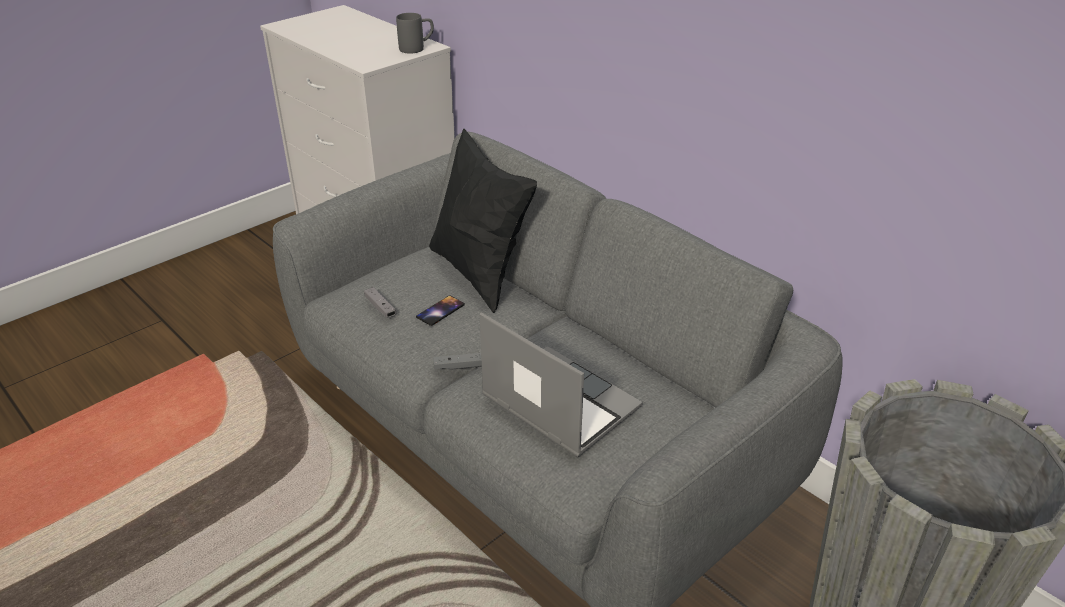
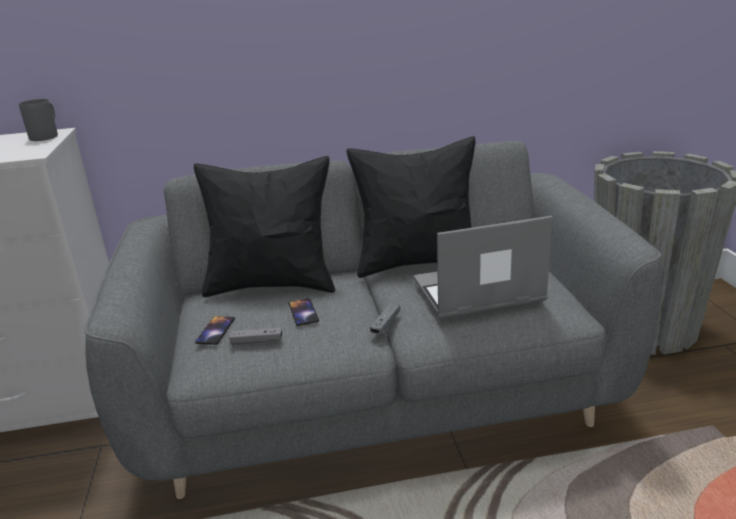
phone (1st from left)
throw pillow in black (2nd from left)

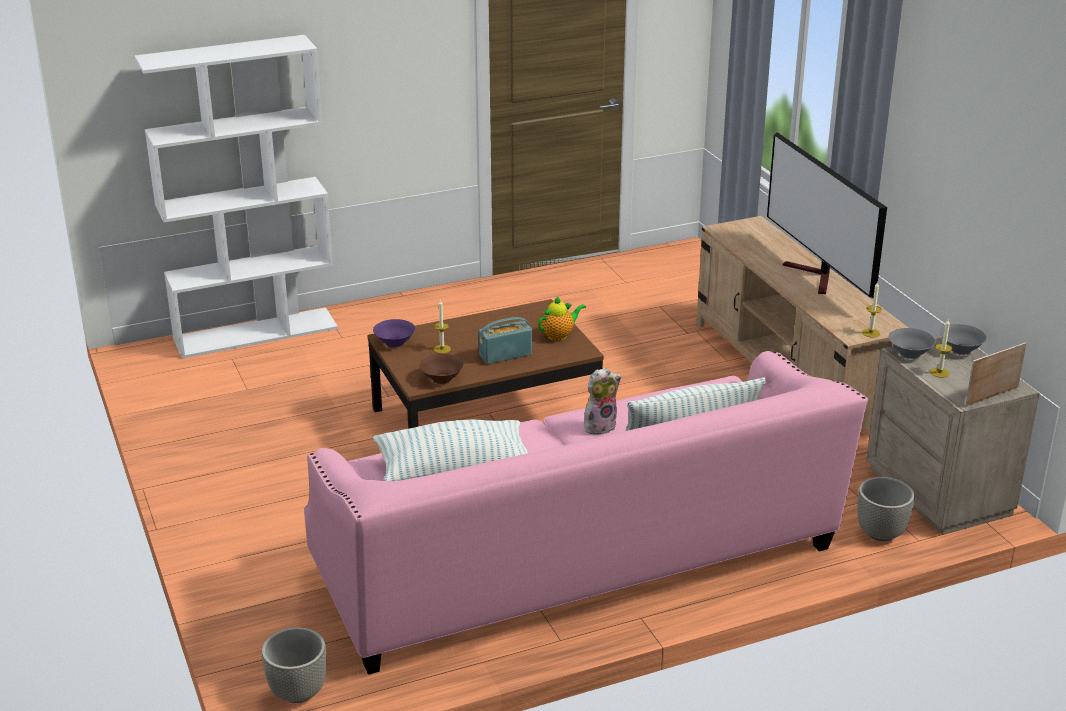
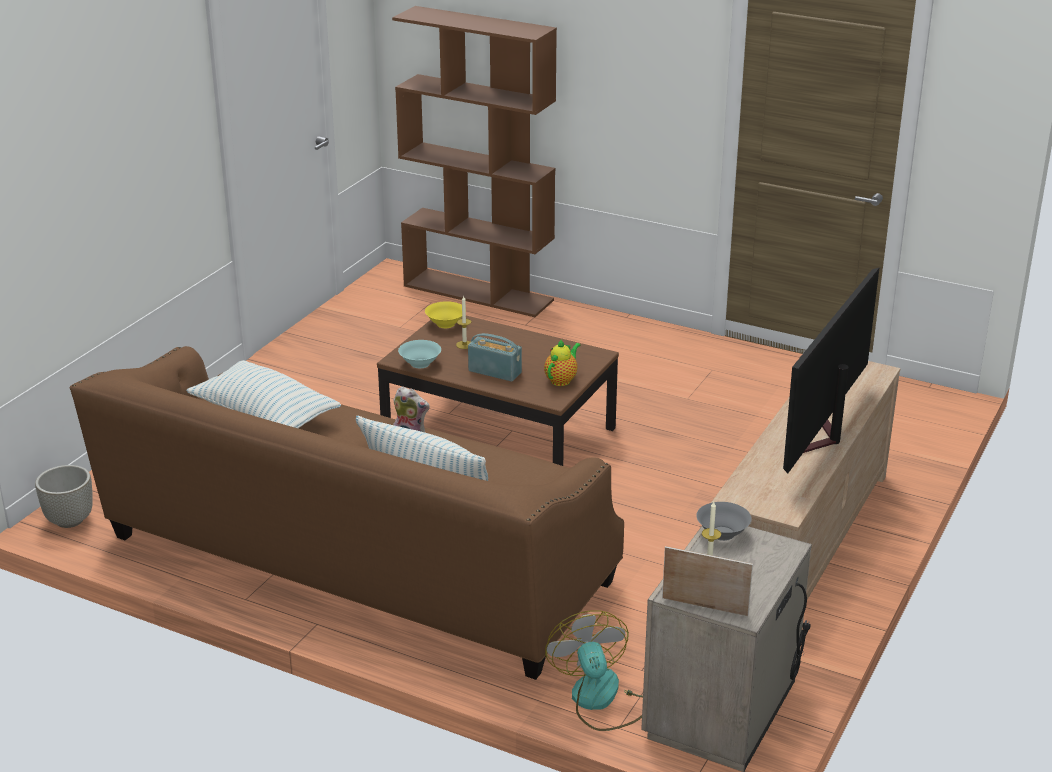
couch in brownish
shelving unit in brownish
serving bowl in blue-green
serving bowl in yellow-coloured
pot for tea
fan
wax candle (2nd from left in the first image)
serving bowl in grey (2nd from left in the first image)

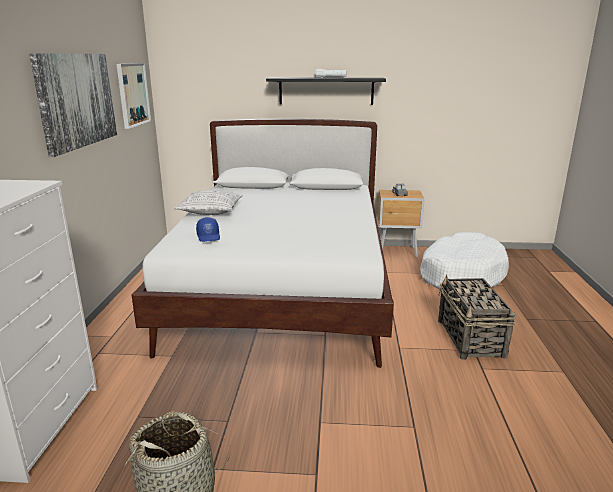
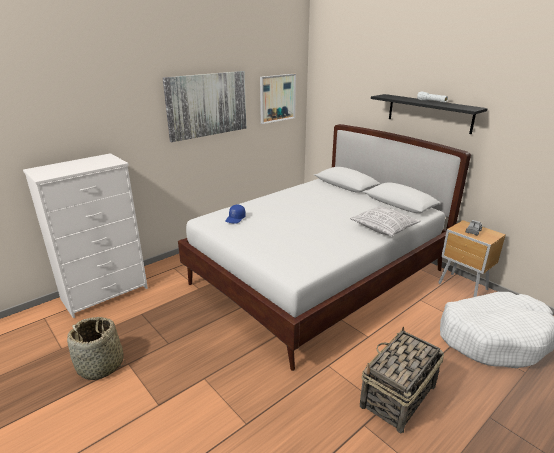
throw pillow

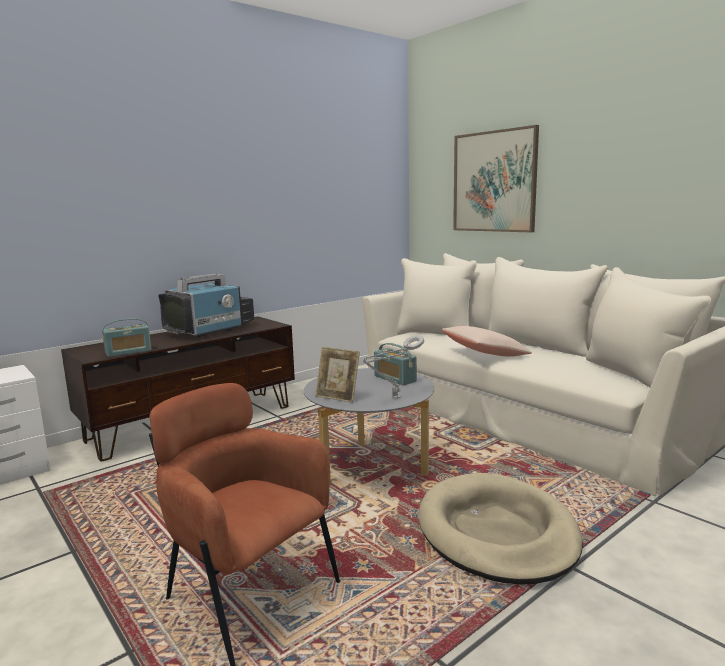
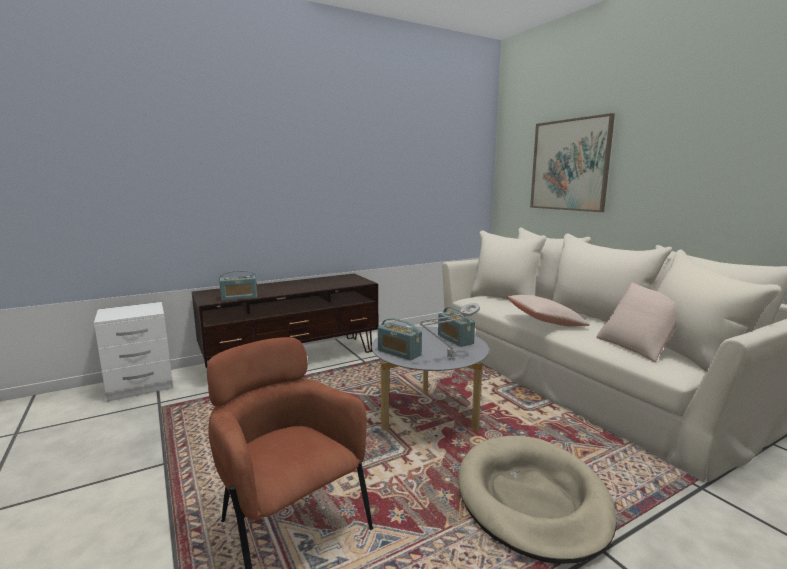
radio (2nd from left)
throw pillow in beige (2nd from left)
TV

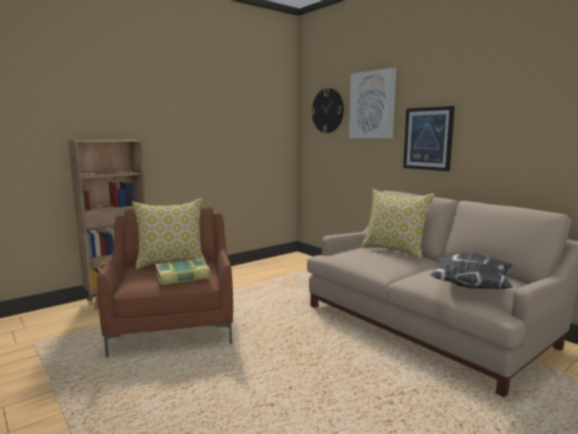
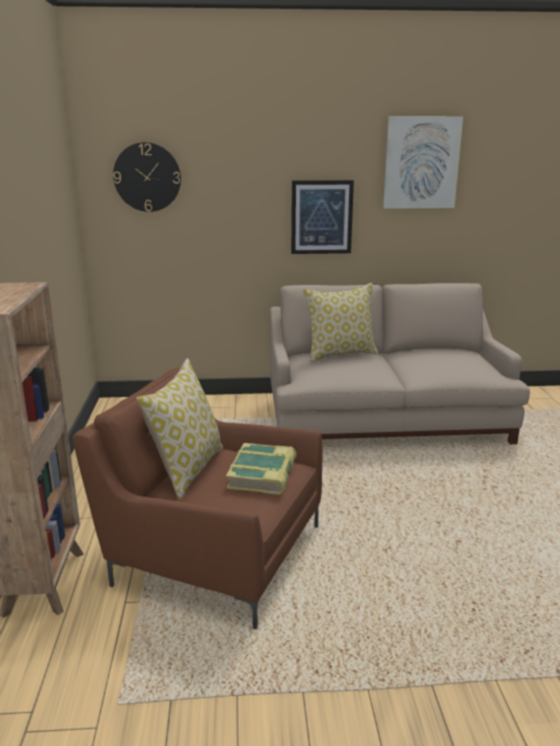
picture (2nd from left)
throw pillow (3rd from left in the first image)

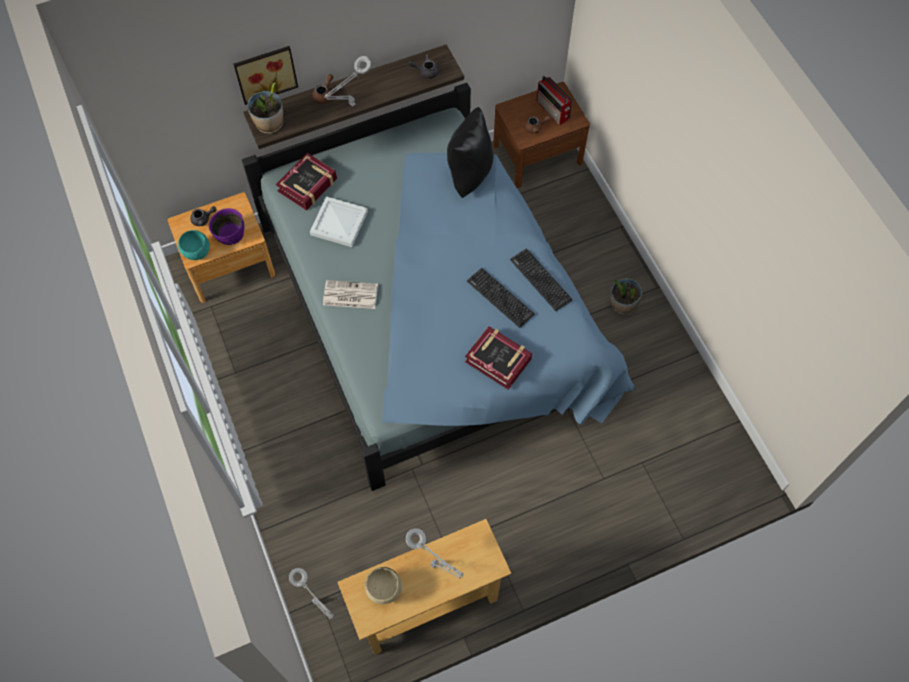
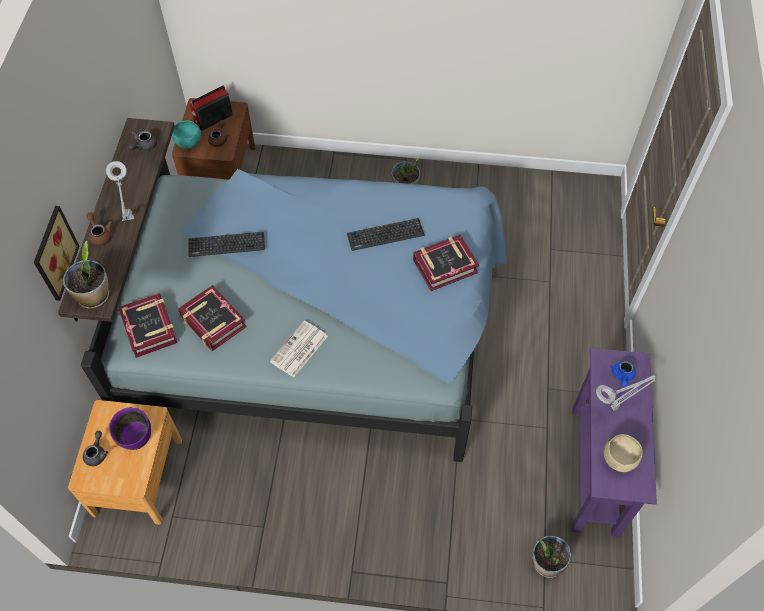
serving bowl in blue-green
bound book (2nd from left)
computer keyboard (1st from left)
radio
houseplant (3rd from left)
hall table in purplish
pot for tea in blue
throw pillow in black

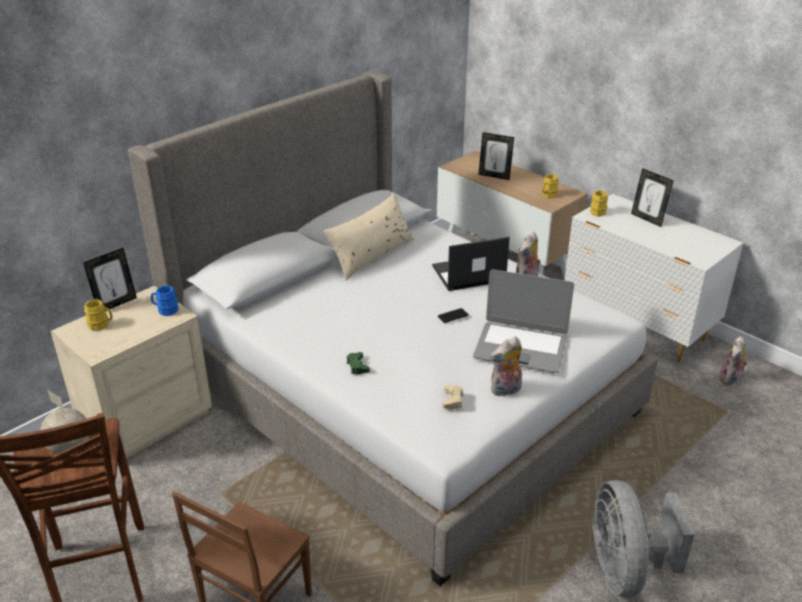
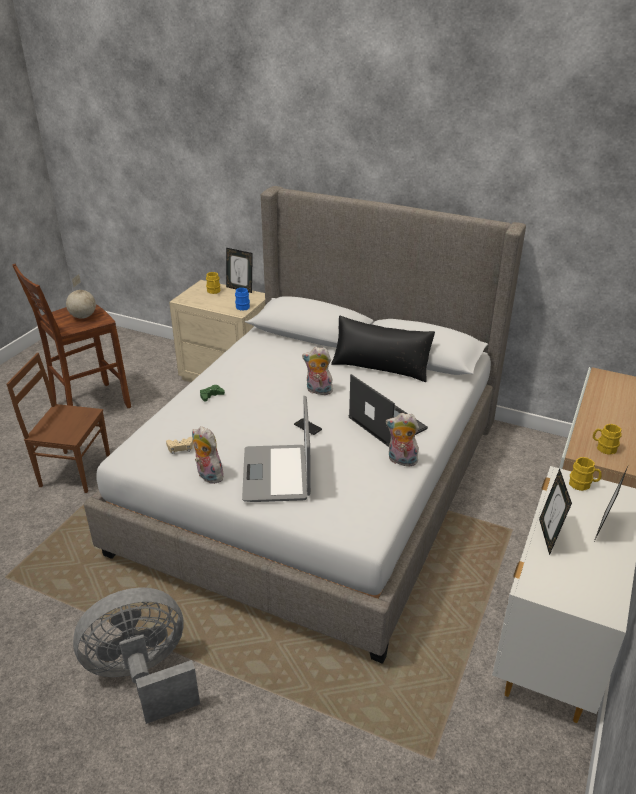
soft toy (2nd from left)
throw pillow in black
picture frame (2nd from left)

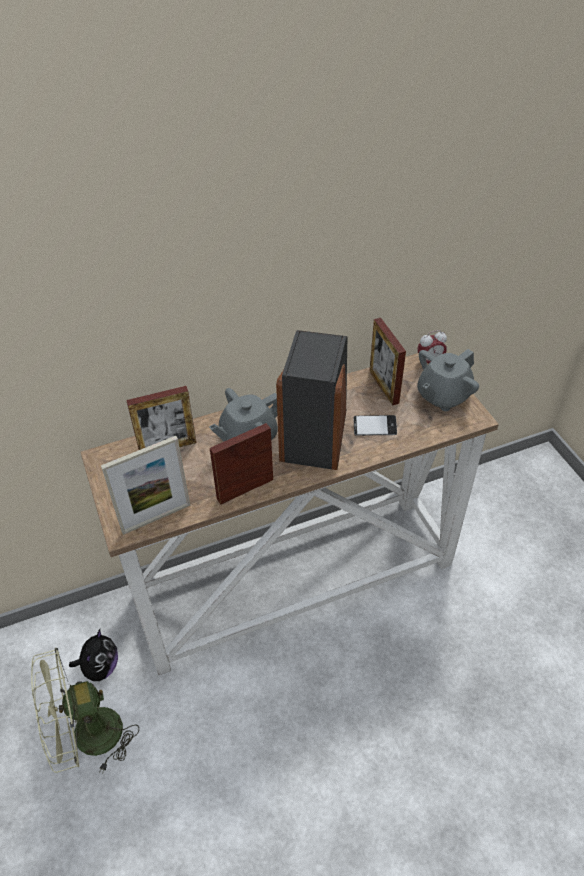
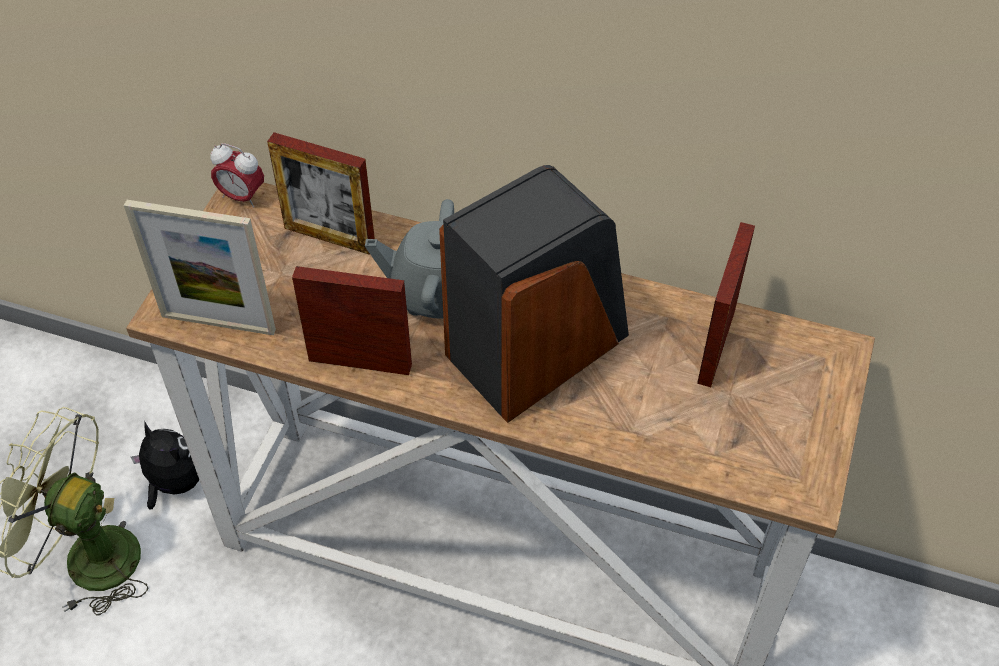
soft toy
alarm clock
phone
pot for tea in grey (2nd from left in the first image)

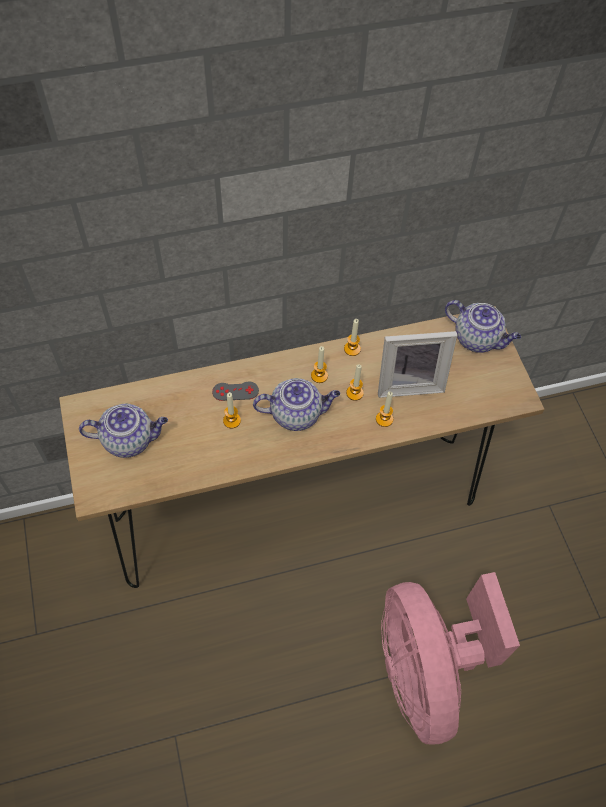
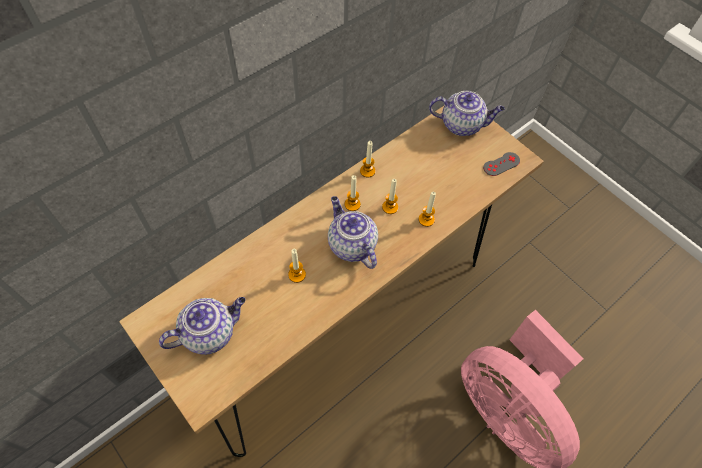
pot for tea (2nd from left)
joypad in grey
picture frame

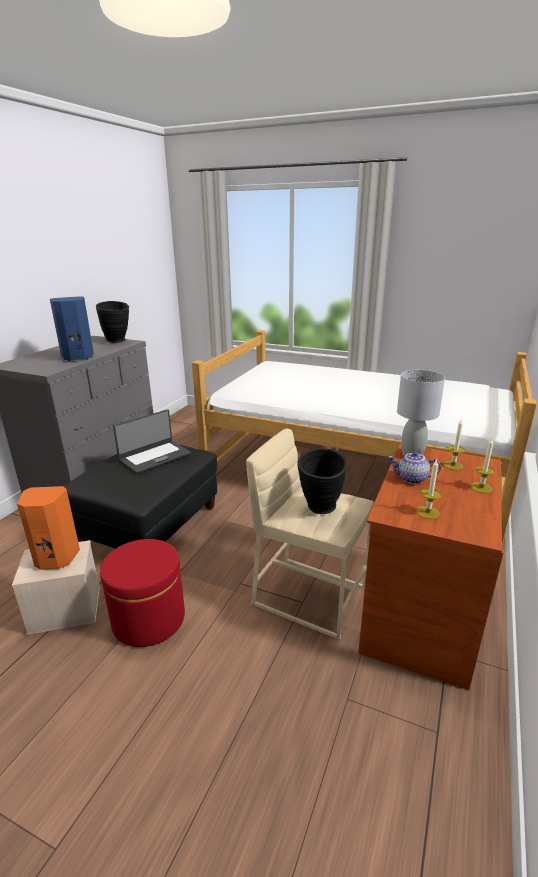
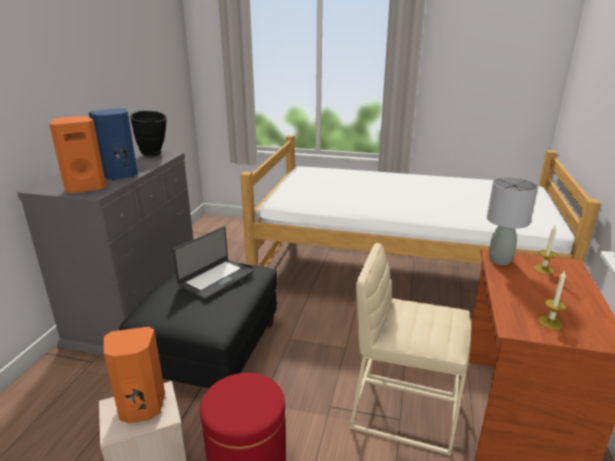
speaker in orange-coloured (1st from left)
vase in black (2nd from left in the first image)
pot for tea
wax candle (3rd from left in the first image)

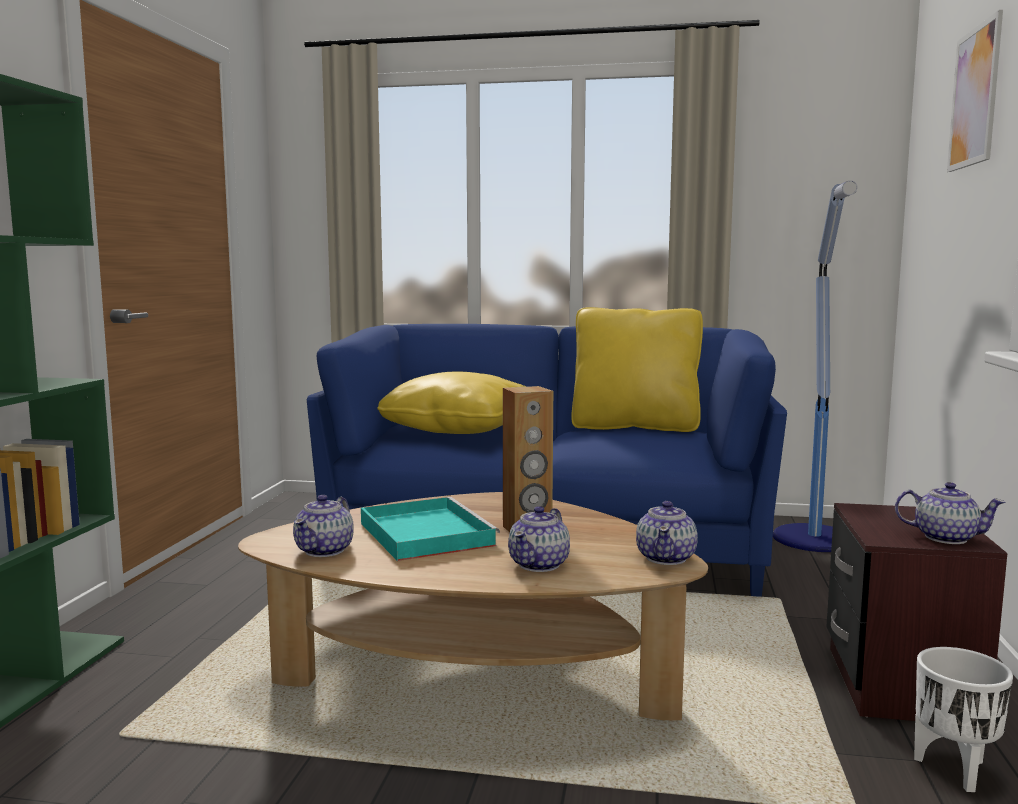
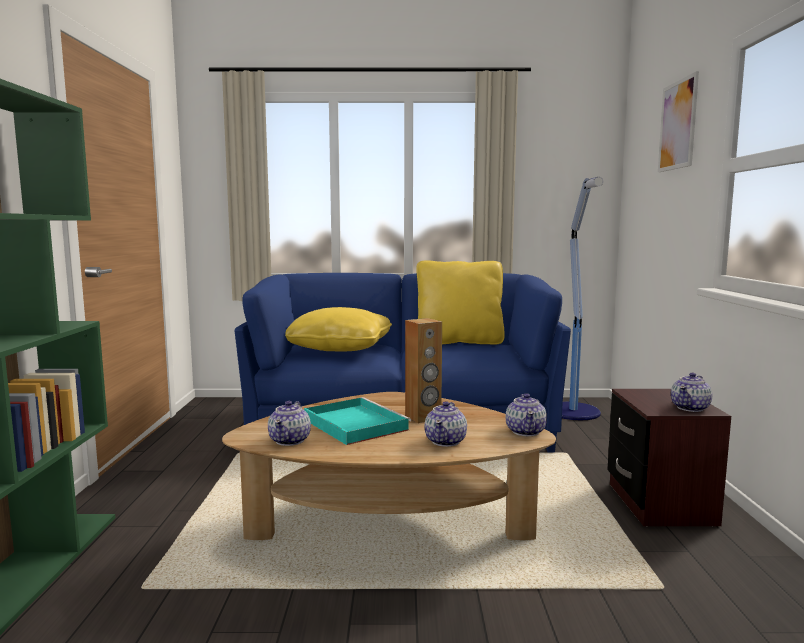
pot for tea (4th from left)
plant pot in white

